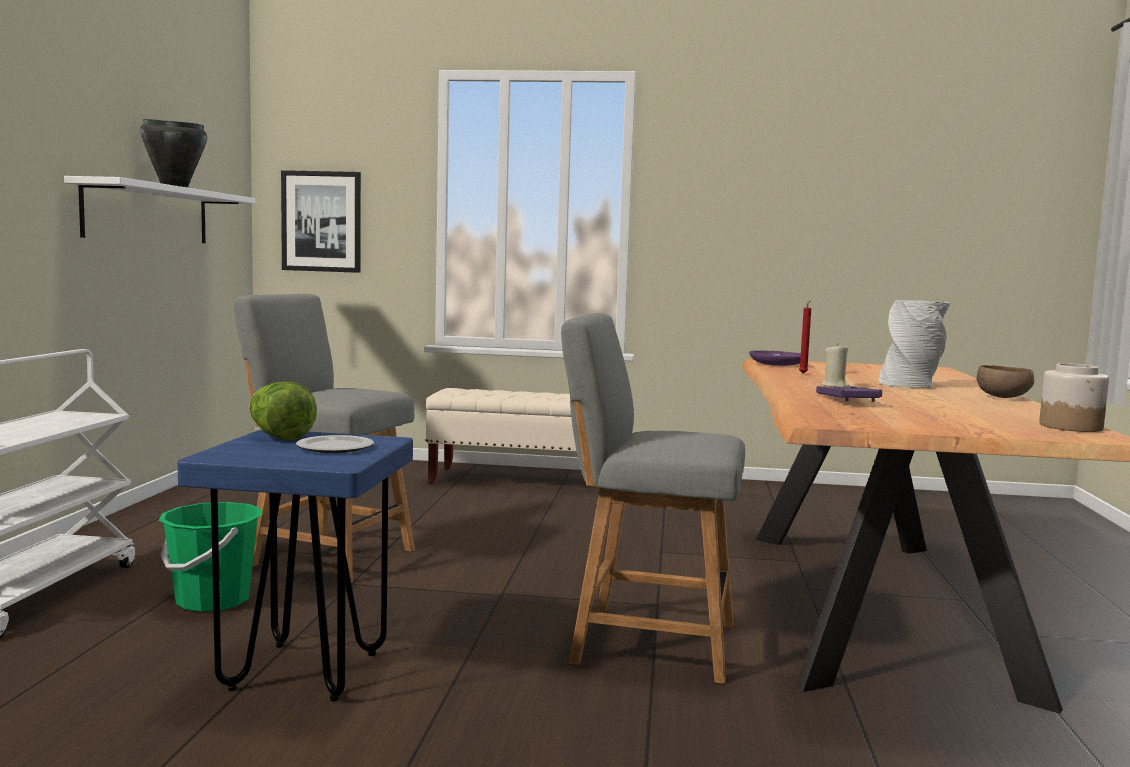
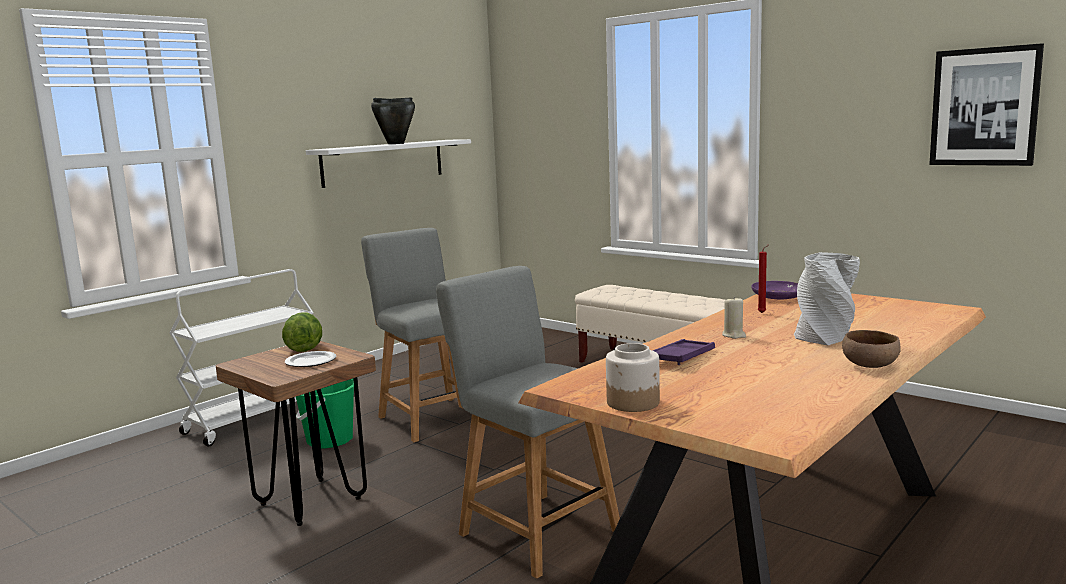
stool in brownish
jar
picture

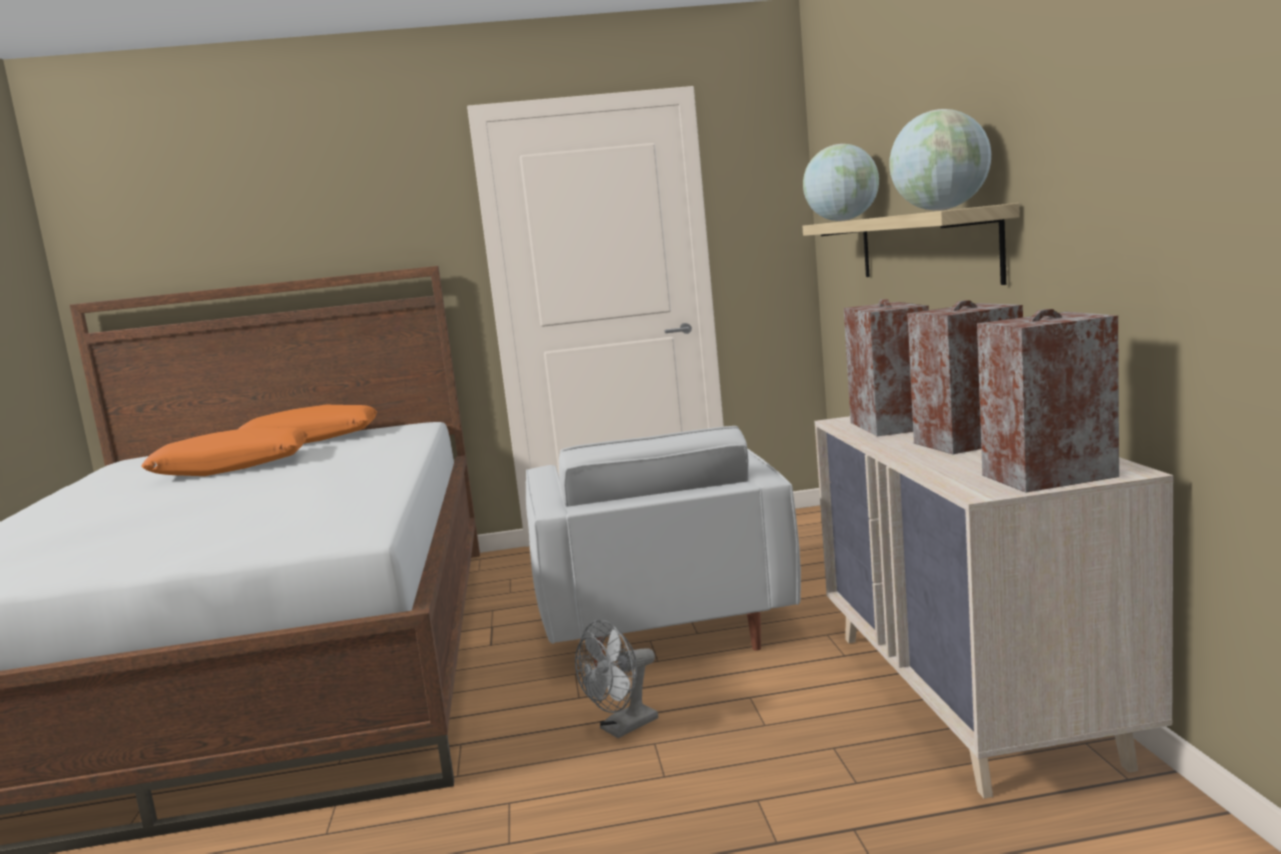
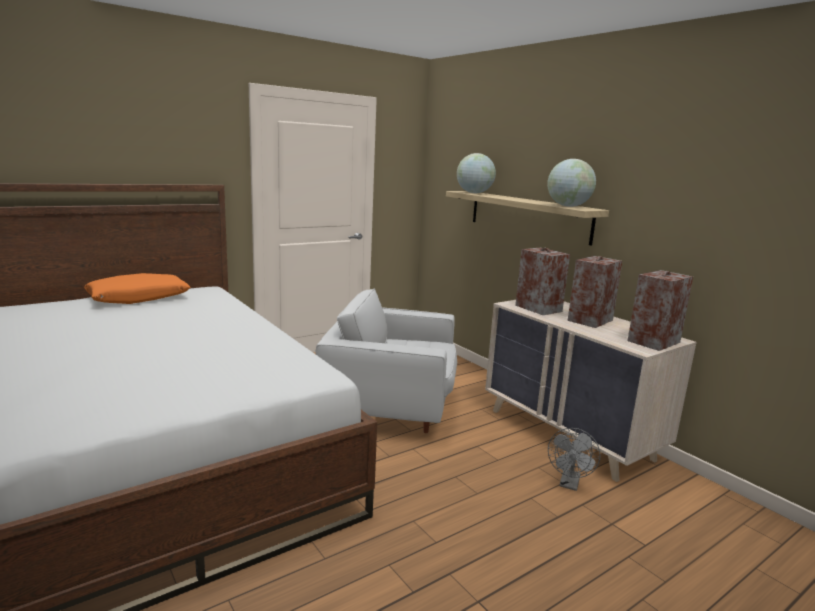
easy chair in white
fan in grey
throw pillow in orange-coloured (1st from left in the first image)

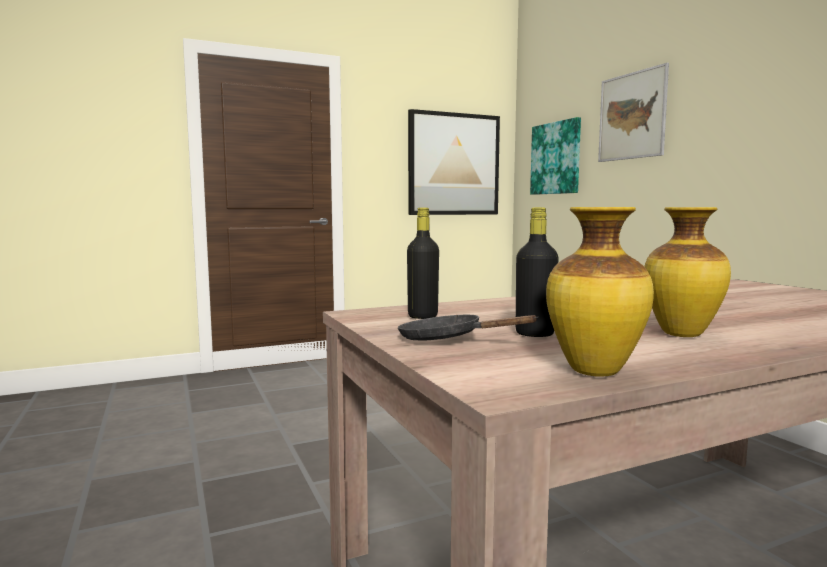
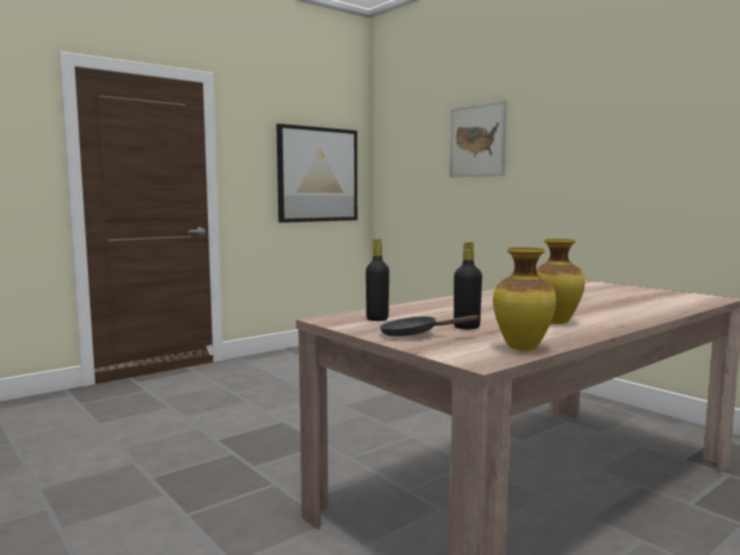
picture (2nd from left in the first image)

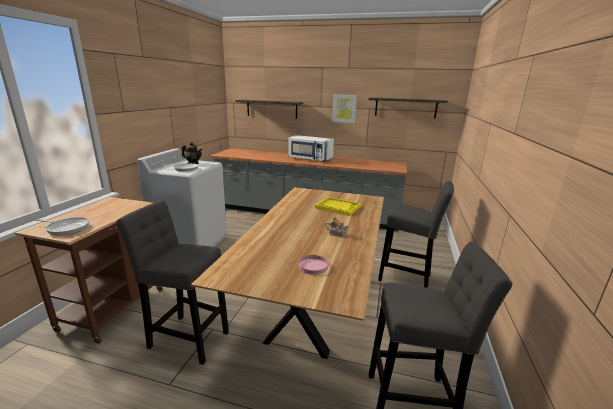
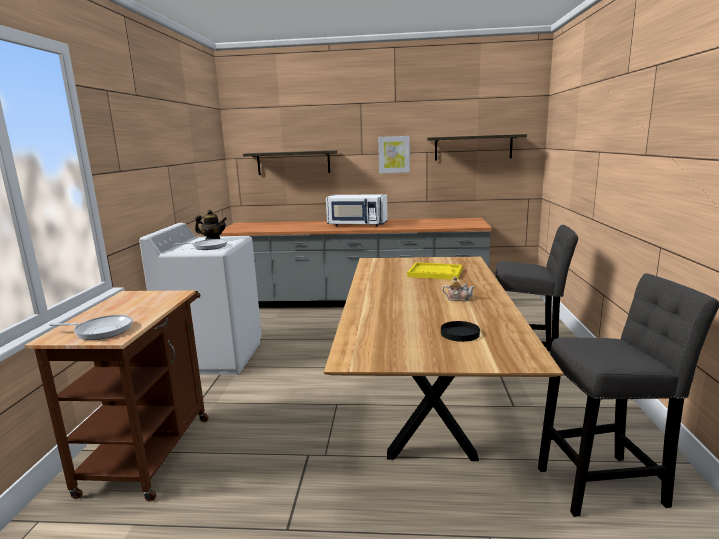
flat dish in black
stool in grey (1st from left in the first image)

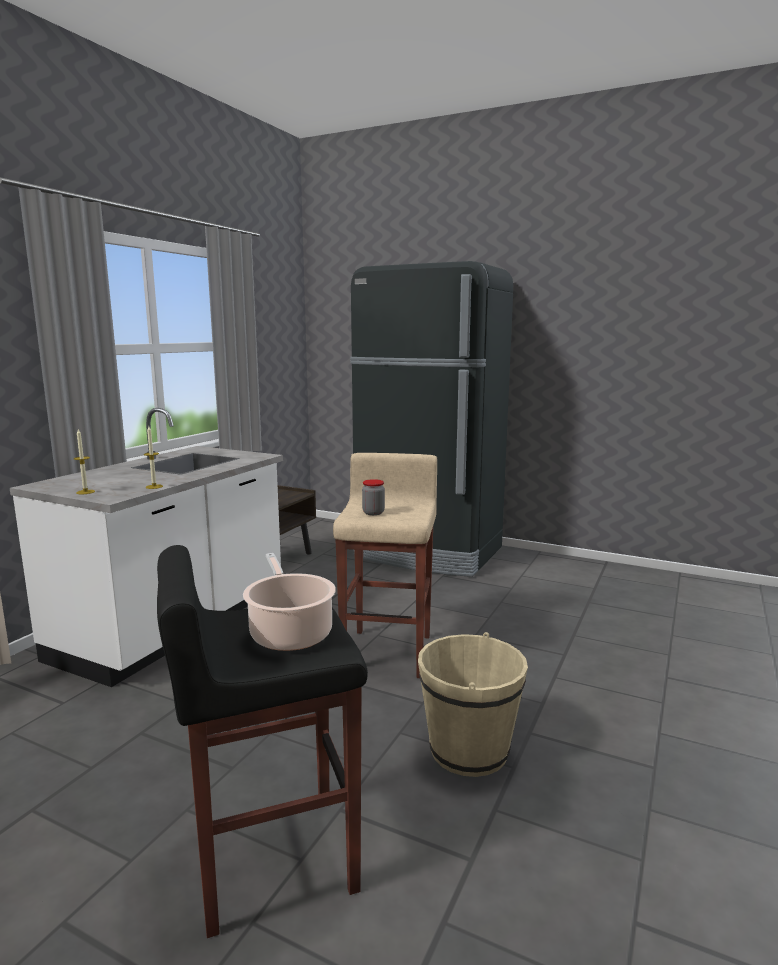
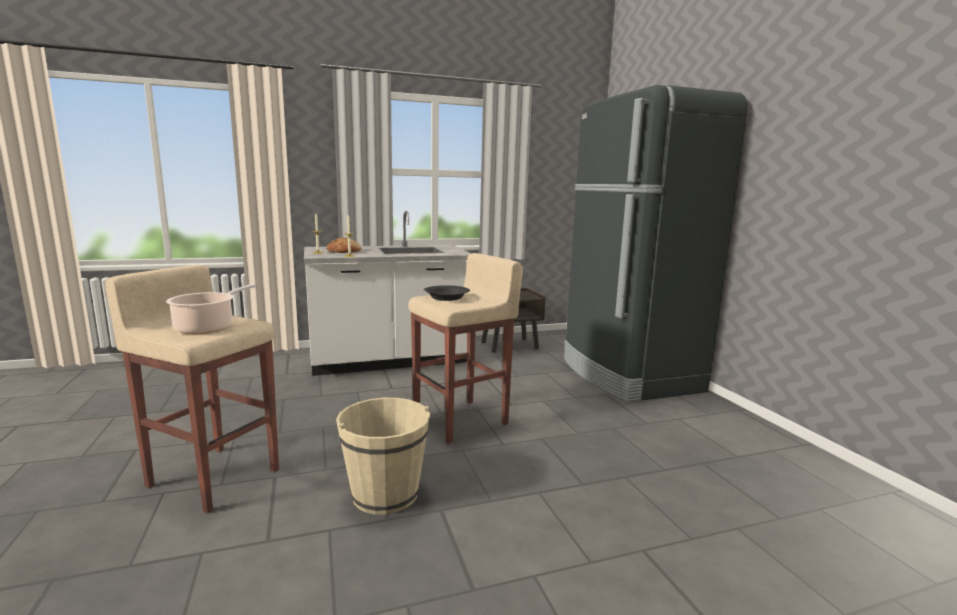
stool in beige (1st from left)
baked bread
serving bowl in black

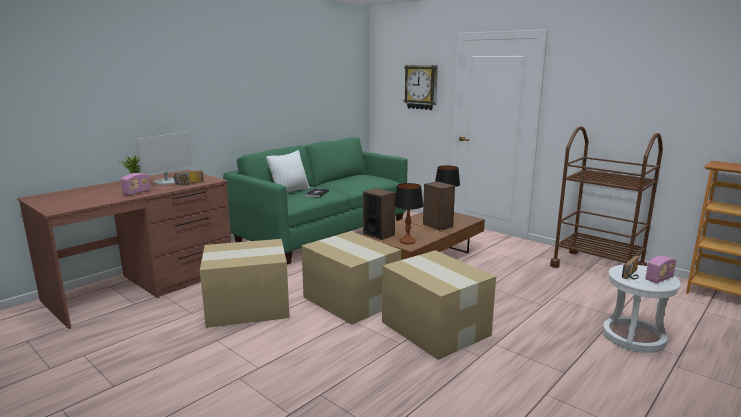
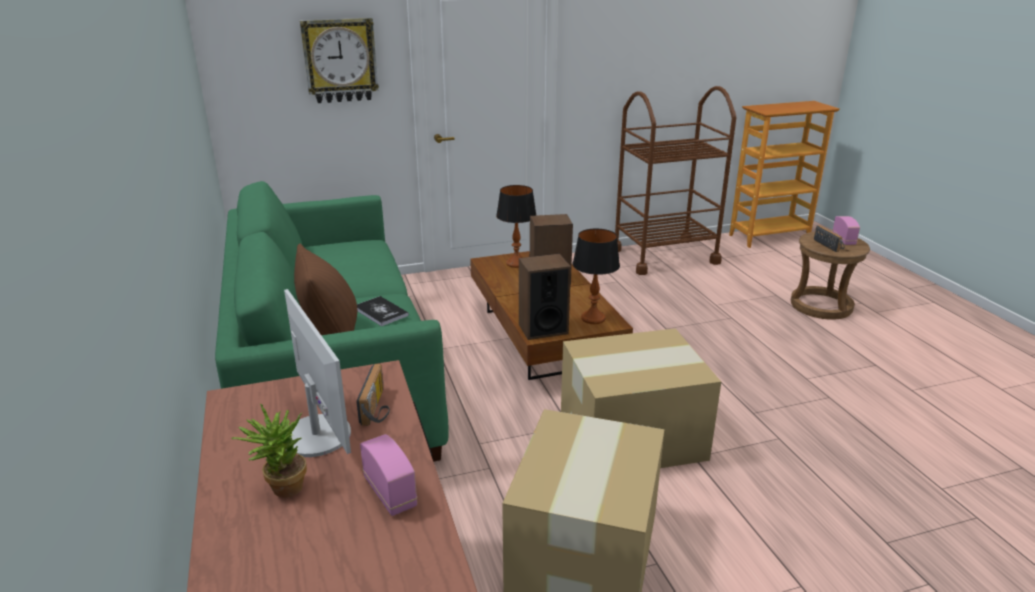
throw pillow in brownish
stool in brownish
cardboard box (3rd from left in the first image)

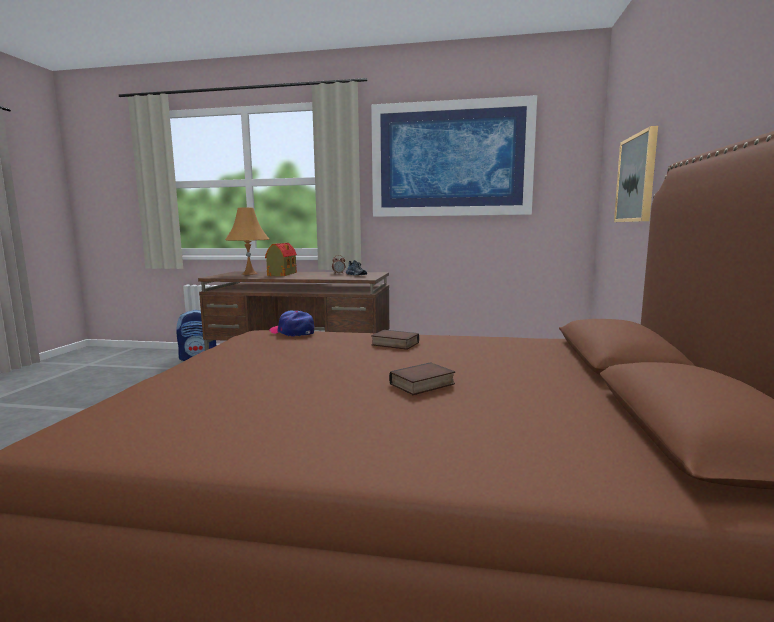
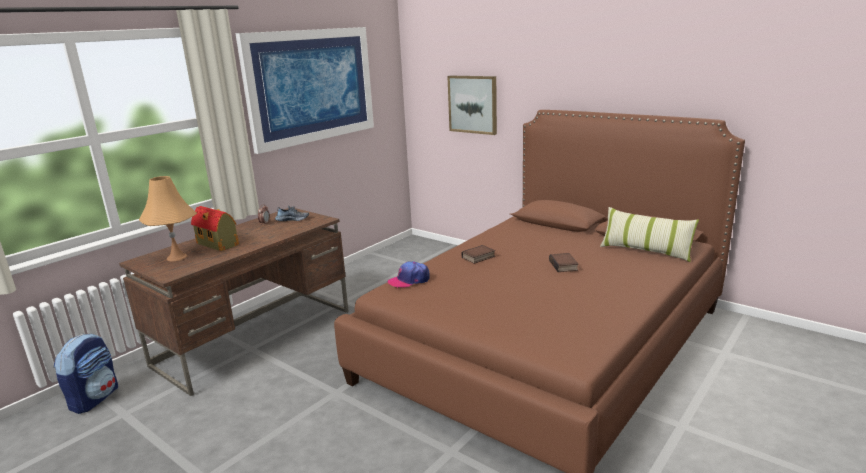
throw pillow

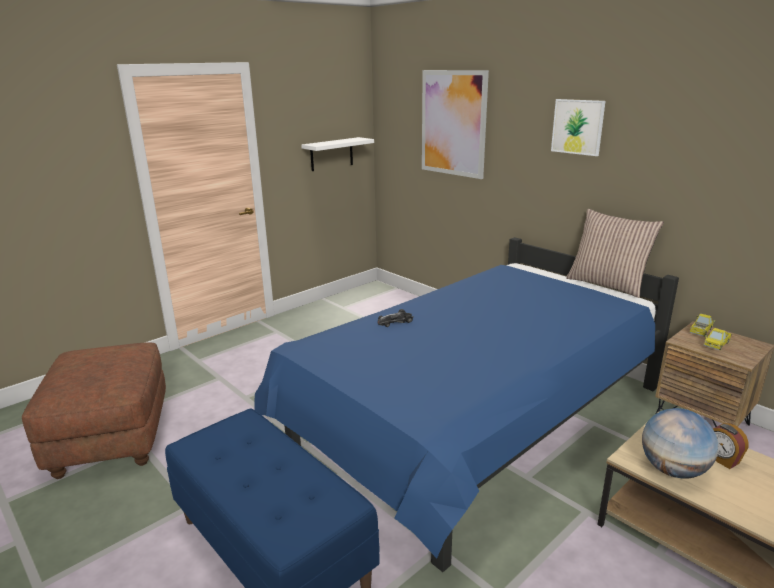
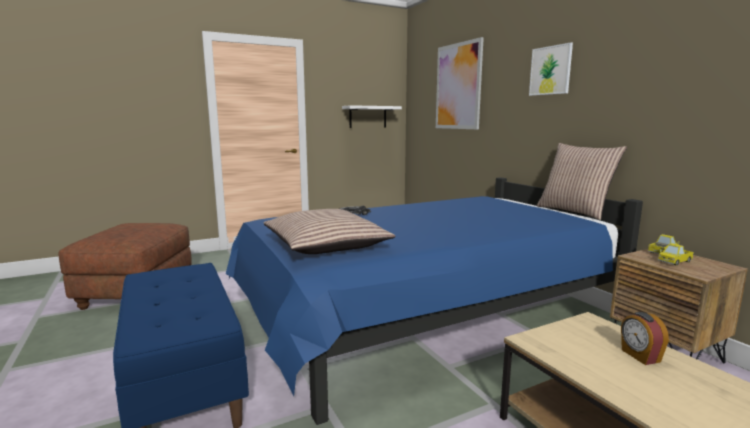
throw pillow (1st from left)
desk globe

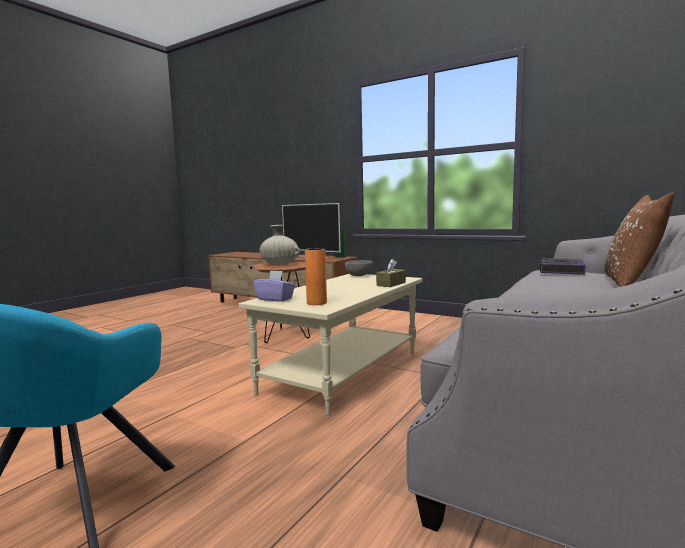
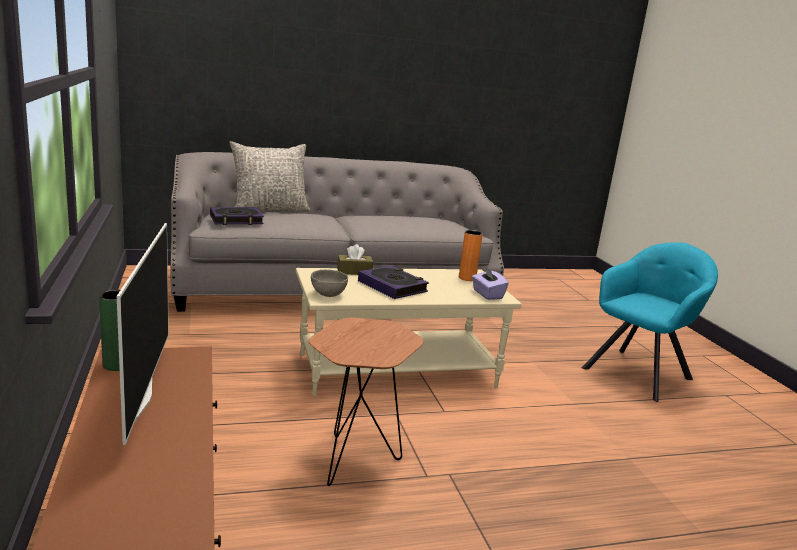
throw pillow in grey
bound book (2nd from left)
vase in beige

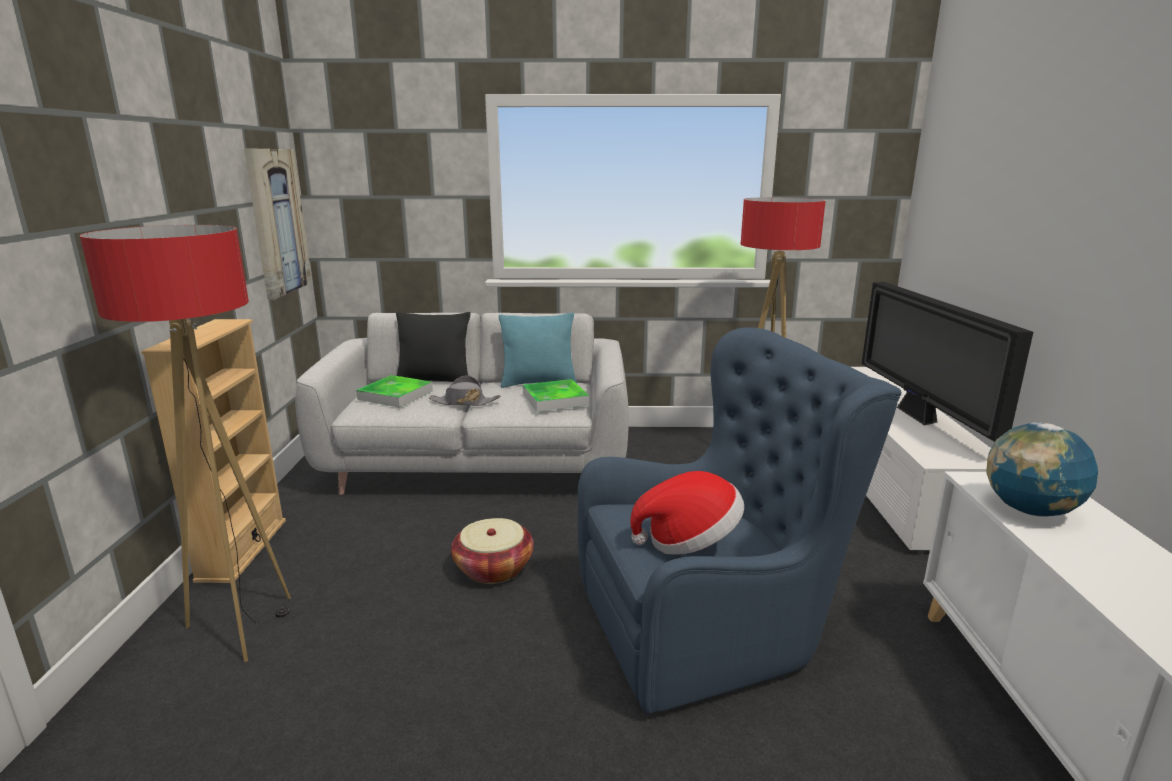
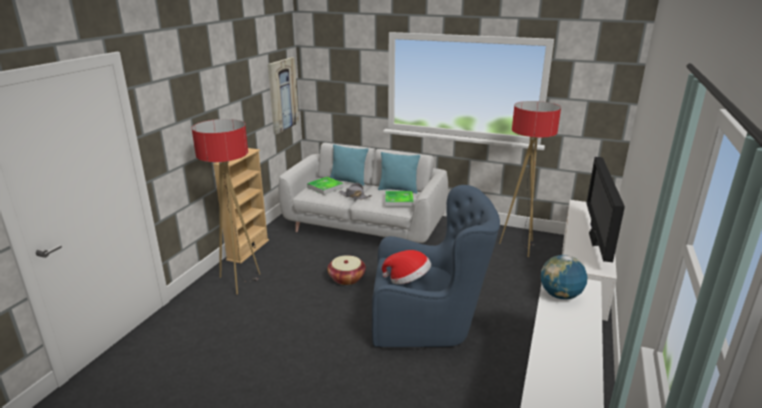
throw pillow in blue-green (1st from left)

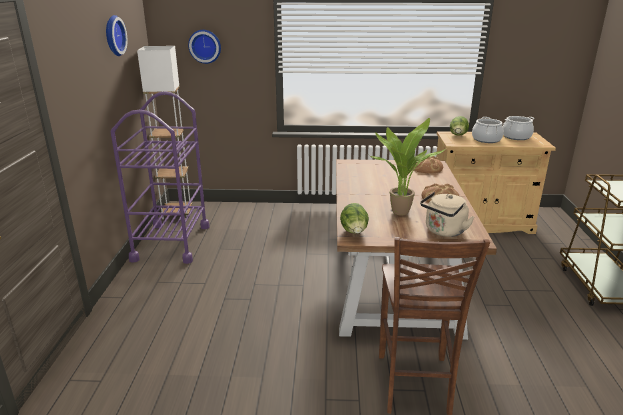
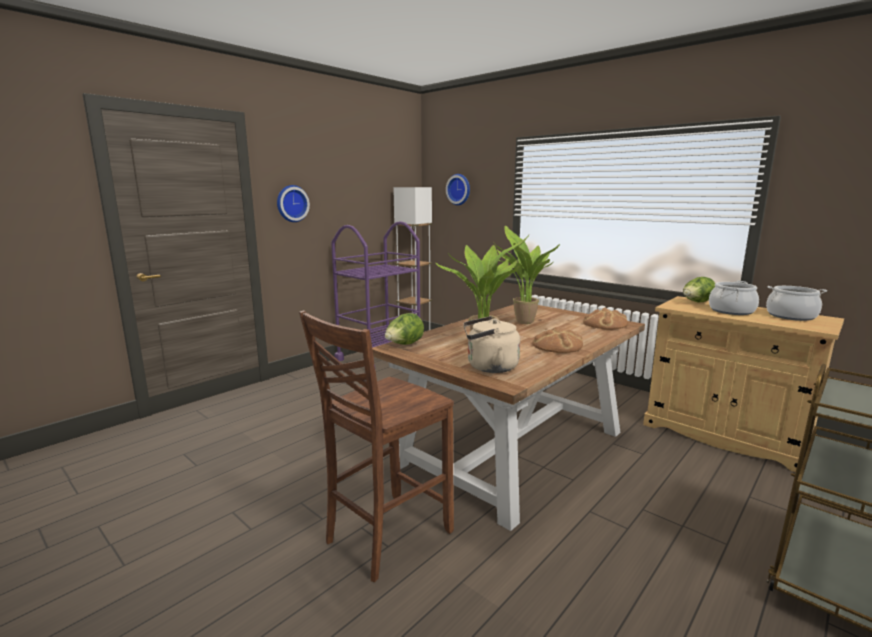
hanging clock (1st from left)
houseplant (2nd from left)

